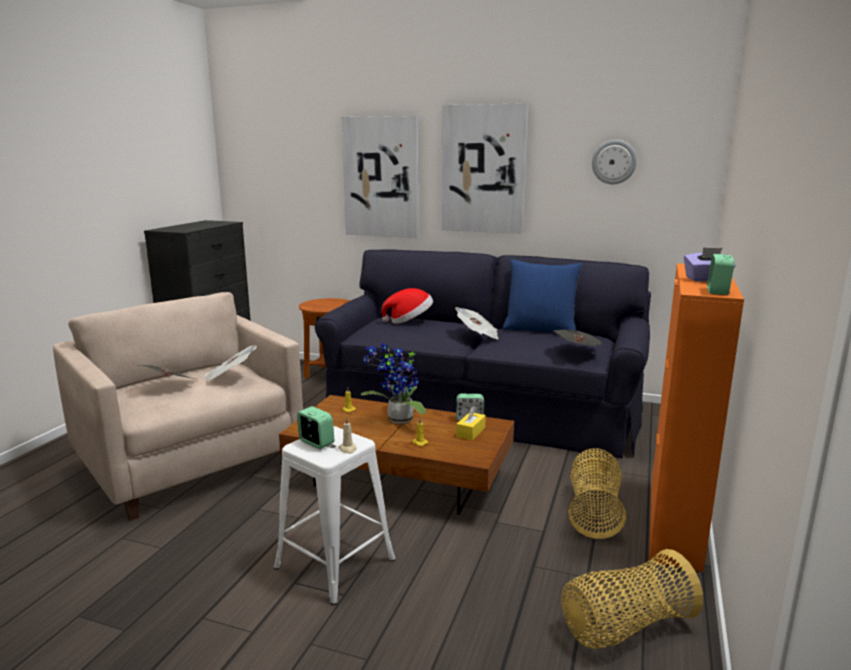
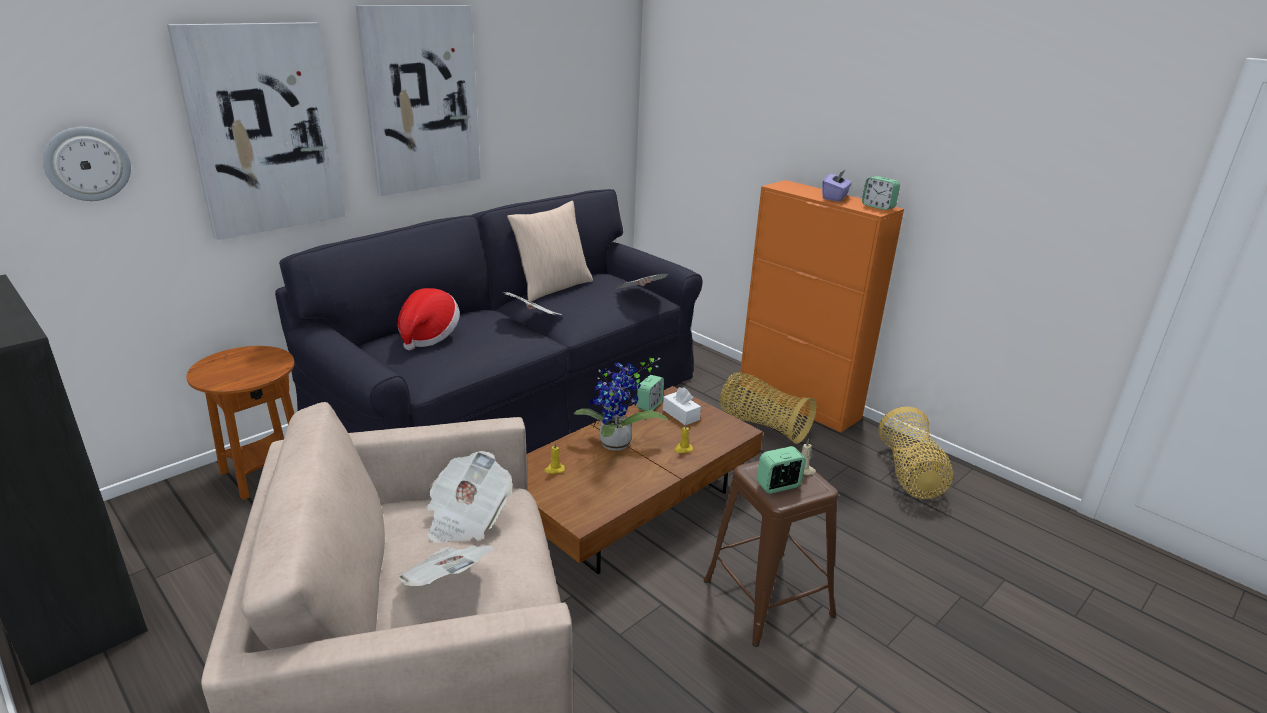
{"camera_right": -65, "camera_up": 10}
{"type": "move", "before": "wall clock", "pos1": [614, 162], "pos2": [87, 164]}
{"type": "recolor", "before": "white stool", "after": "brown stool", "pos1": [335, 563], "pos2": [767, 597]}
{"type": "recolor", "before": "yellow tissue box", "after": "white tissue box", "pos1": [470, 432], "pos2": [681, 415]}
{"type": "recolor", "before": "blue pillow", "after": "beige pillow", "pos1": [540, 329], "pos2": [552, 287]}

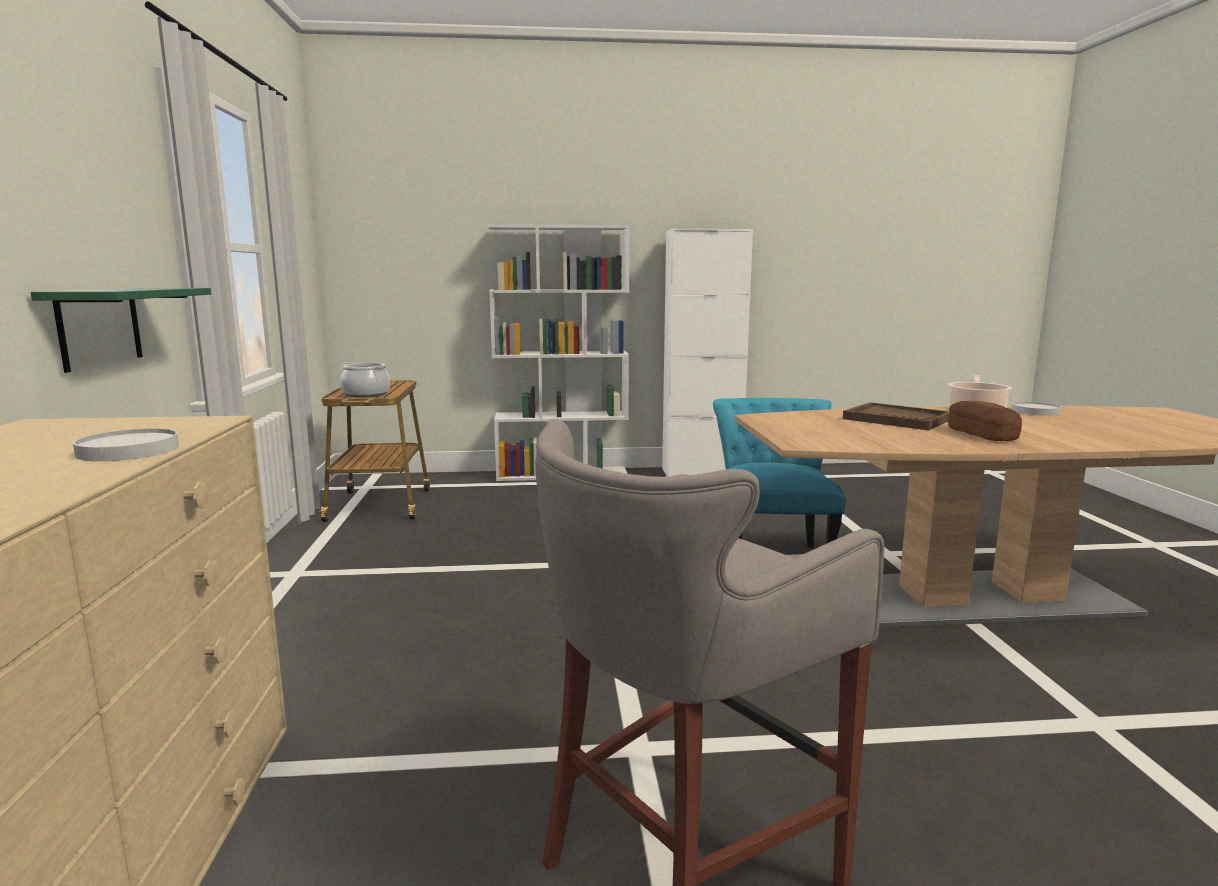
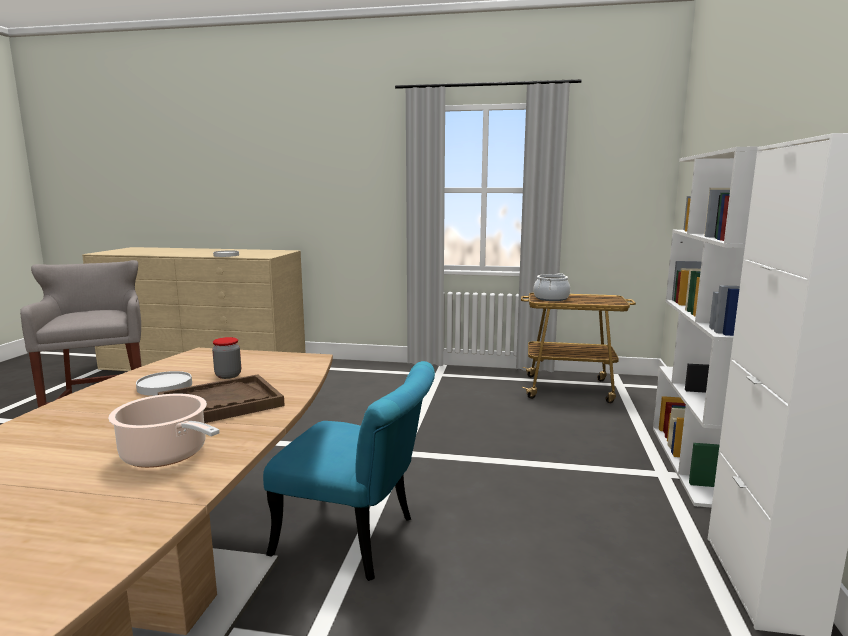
{"camera_right": 105, "camera_up": 0}
{"type": "delete", "before": "green shelf", "pos1": [99, 327]}
{"type": "delete", "before": "bread", "pos1": [981, 435]}
{"type": "insert", "after": "jar", "pos2": [228, 375]}
{"type": "move", "before": "white plate", "pos1": [1035, 411], "pos2": [164, 386]}

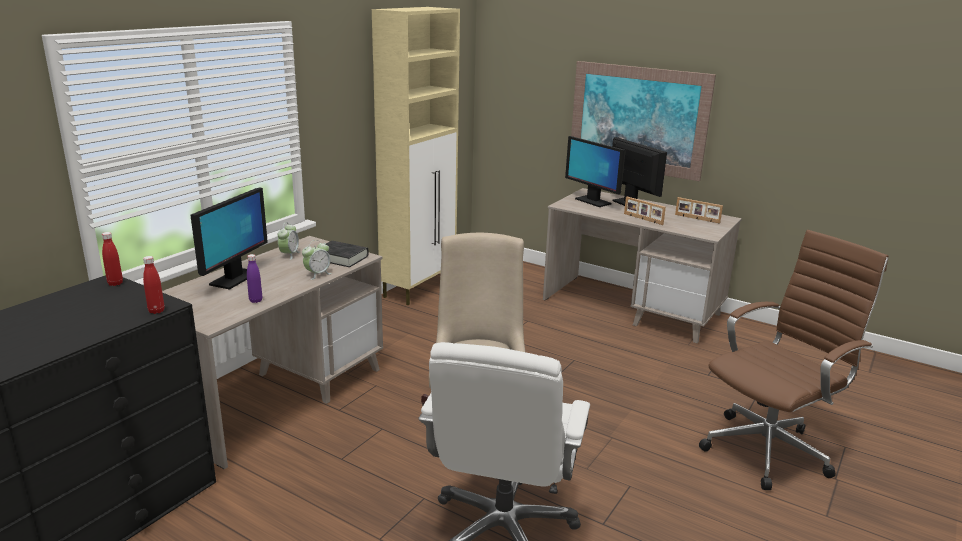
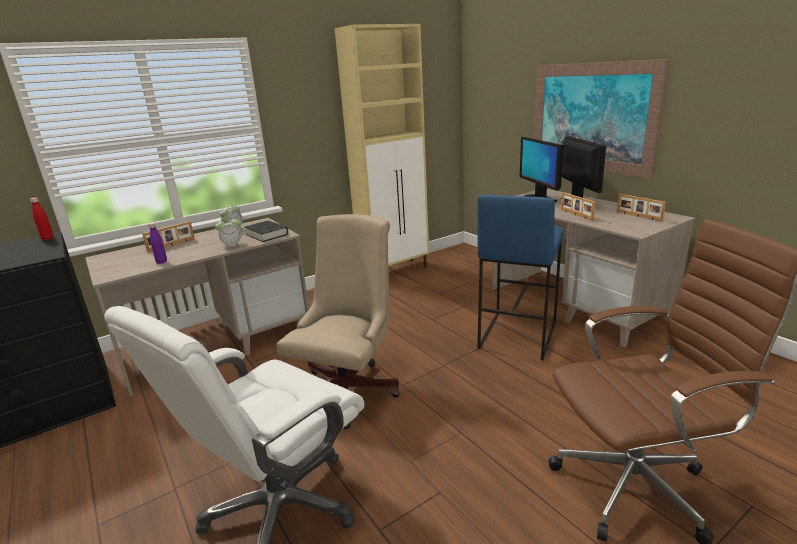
{"camera_right": 25, "camera_up": 0}
{"type": "delete", "before": "red bottle", "pos1": [156, 311]}
{"type": "insert", "after": "blue stool", "pos2": [517, 334]}
{"type": "replace", "before": "monitor", "after": "picture frame", "pos1": [234, 279], "pos2": [172, 245]}

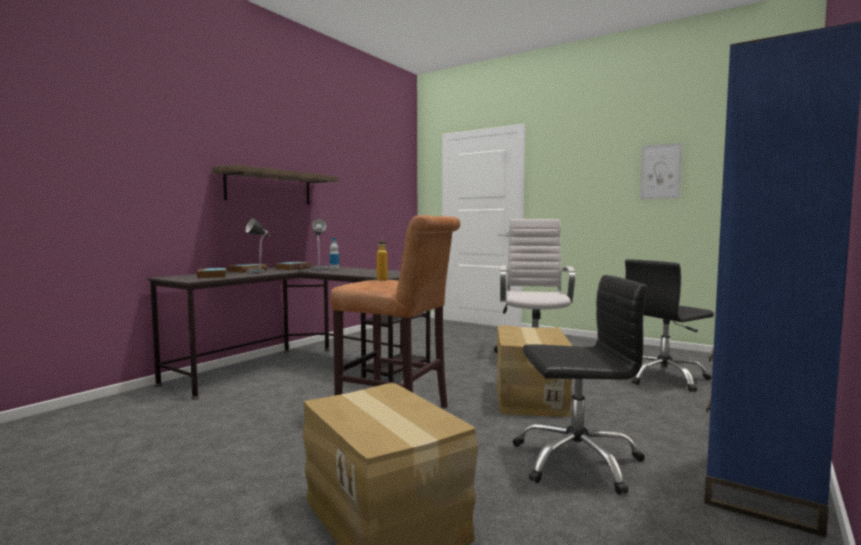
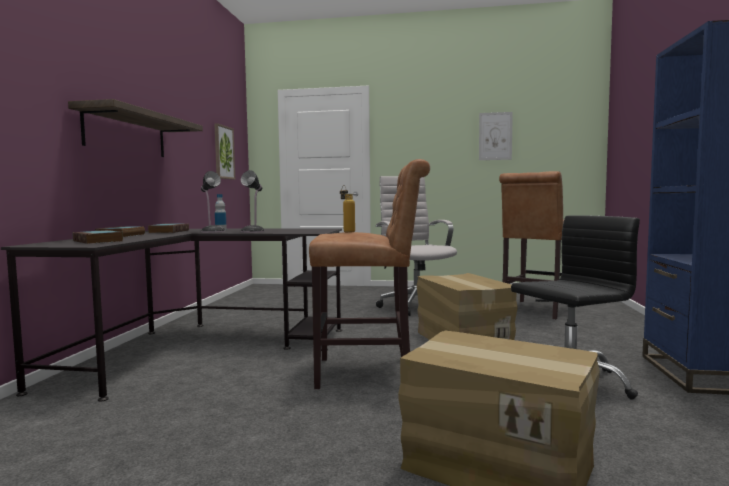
{"camera_right": -25, "camera_up": 0}
{"type": "insert", "after": "picture", "pos2": [223, 152]}
{"type": "move", "before": "table lamp", "pos1": [257, 274], "pos2": [254, 231]}
{"type": "replace", "before": "black office chair", "after": "brown stool", "pos1": [663, 378], "pos2": [535, 311]}

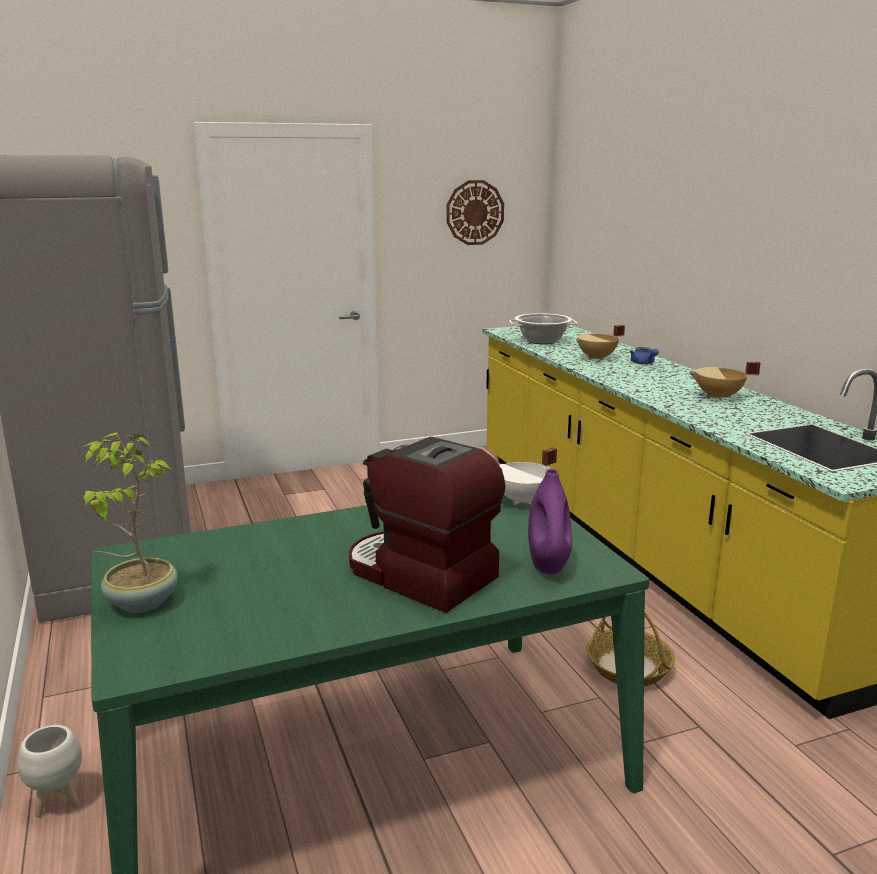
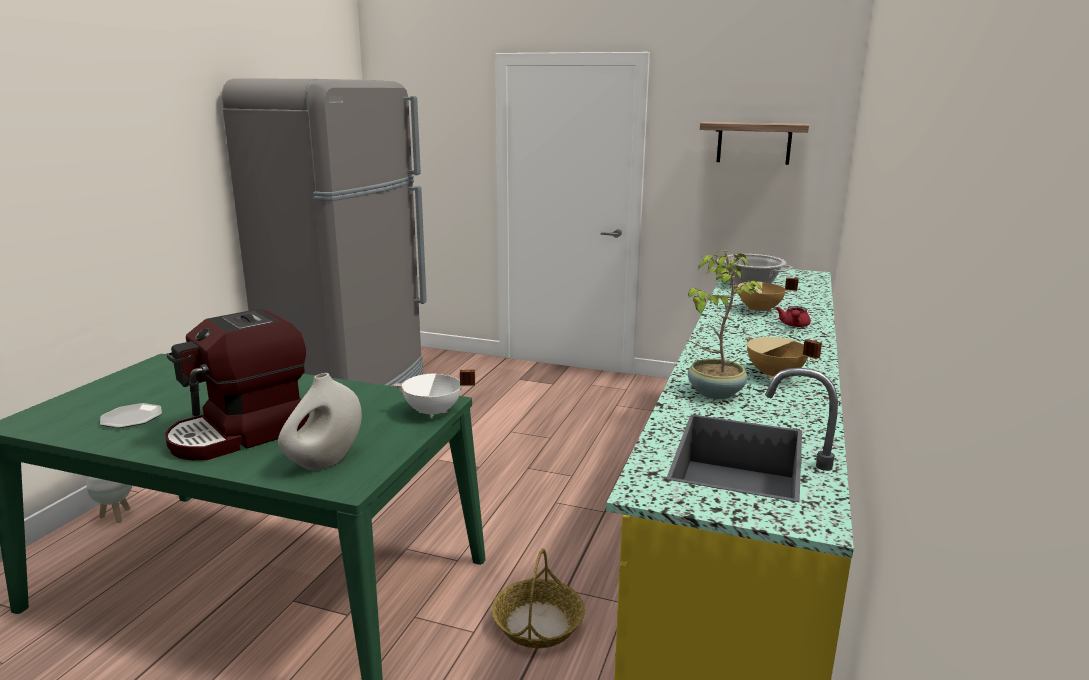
{"camera_right": 40, "camera_up": 0}
{"type": "insert", "after": "plate", "pos2": [131, 418]}
{"type": "move", "before": "potted plant", "pos1": [140, 602], "pos2": [714, 392]}
{"type": "replace", "before": "wall clock", "after": "shelf", "pos1": [474, 212], "pos2": [754, 143]}
{"type": "recolor", "before": "purple vase", "after": "white vase", "pos1": [548, 564], "pos2": [325, 462]}
{"type": "recolor", "before": "blue teapot", "after": "red teapot", "pos1": [643, 363], "pos2": [793, 325]}
{"type": "rotate", "before": "coffee machine", "pos1": [419, 575], "pos2": [242, 434], "turn": -120}

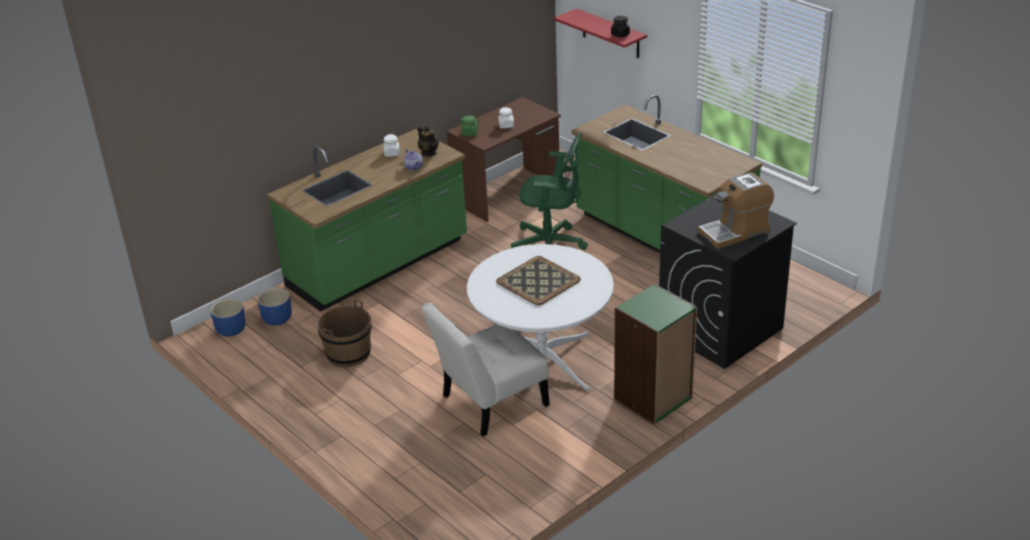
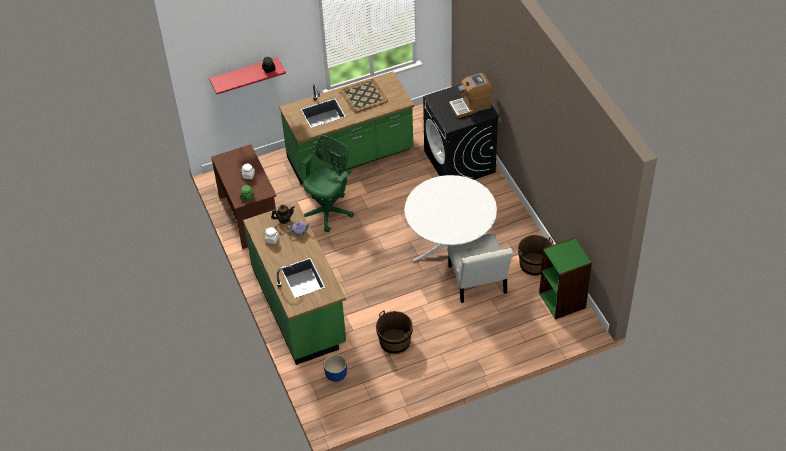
{"camera_right": -70, "camera_up": 15}
{"type": "delete", "before": "blue planter", "pos1": [231, 330]}
{"type": "insert", "after": "brown bucket", "pos2": [534, 265]}
{"type": "move", "before": "tray", "pos1": [538, 280], "pos2": [363, 96]}
{"type": "move", "before": "green bookcase", "pos1": [653, 398], "pos2": [563, 300]}
{"type": "rotate", "before": "coffee machine", "pos1": [735, 232], "pos2": [471, 106], "turn": 75}

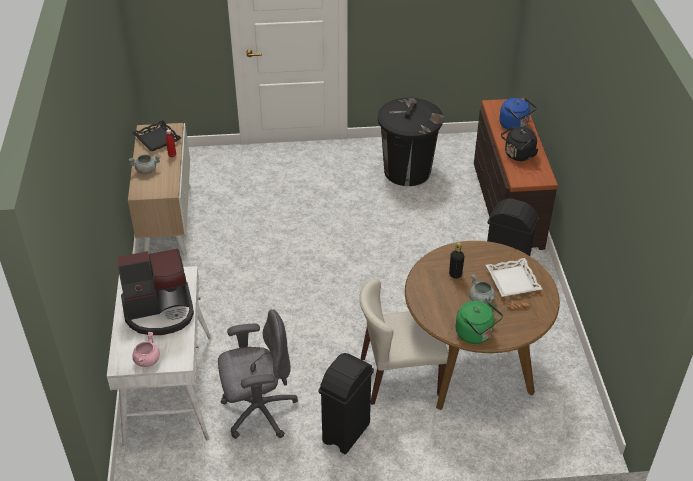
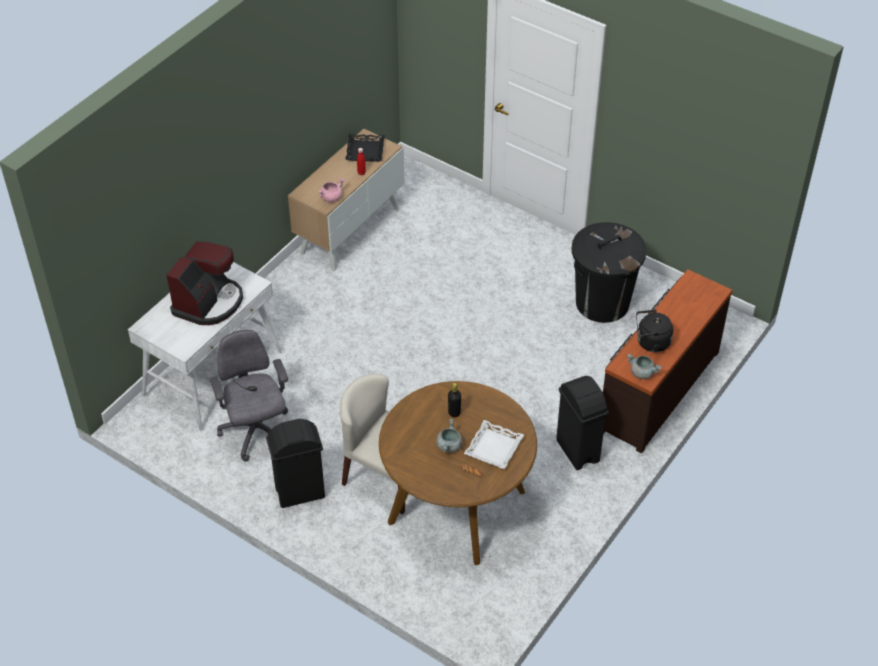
{"camera_right": 40, "camera_up": 5}
{"type": "delete", "before": "green kettle", "pos1": [476, 334]}
{"type": "delete", "before": "blue kettle", "pos1": [515, 125]}
{"type": "move", "before": "grey cooking pot", "pos1": [146, 170], "pos2": [642, 373]}
{"type": "move", "before": "pink cooking pot", "pos1": [147, 360], "pos2": [331, 197]}
{"type": "rotate", "before": "coffee machine", "pos1": [159, 311], "pos2": [209, 302], "turn": -90}
{"type": "rotate", "before": "grey office chair", "pos1": [258, 411], "pos2": [256, 432], "turn": -135}

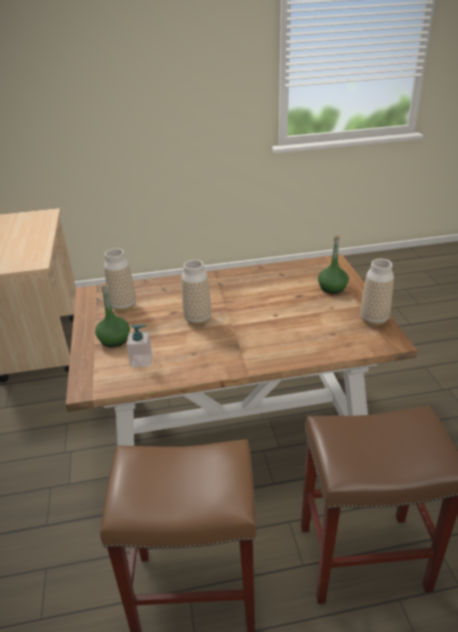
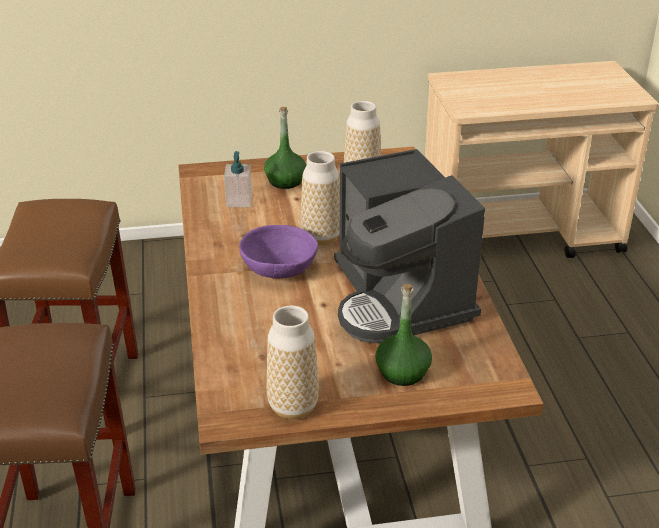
{"camera_right": 90, "camera_up": 0}
{"type": "insert", "after": "purple bowl", "pos2": [278, 268]}
{"type": "insert", "after": "coffee machine", "pos2": [400, 298]}

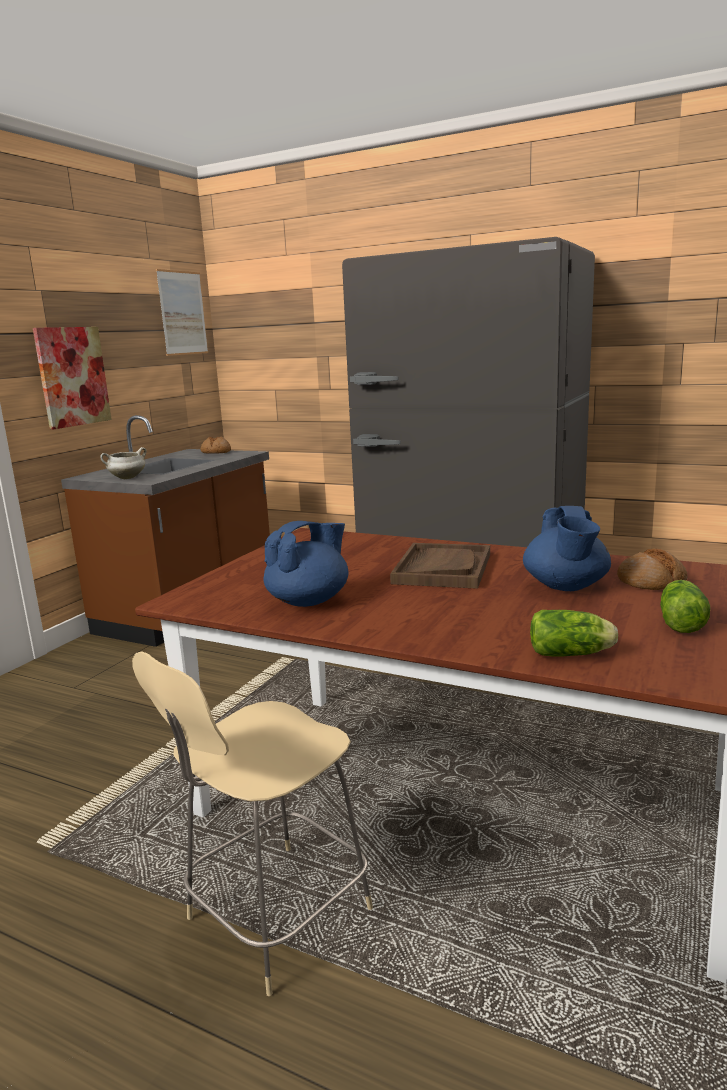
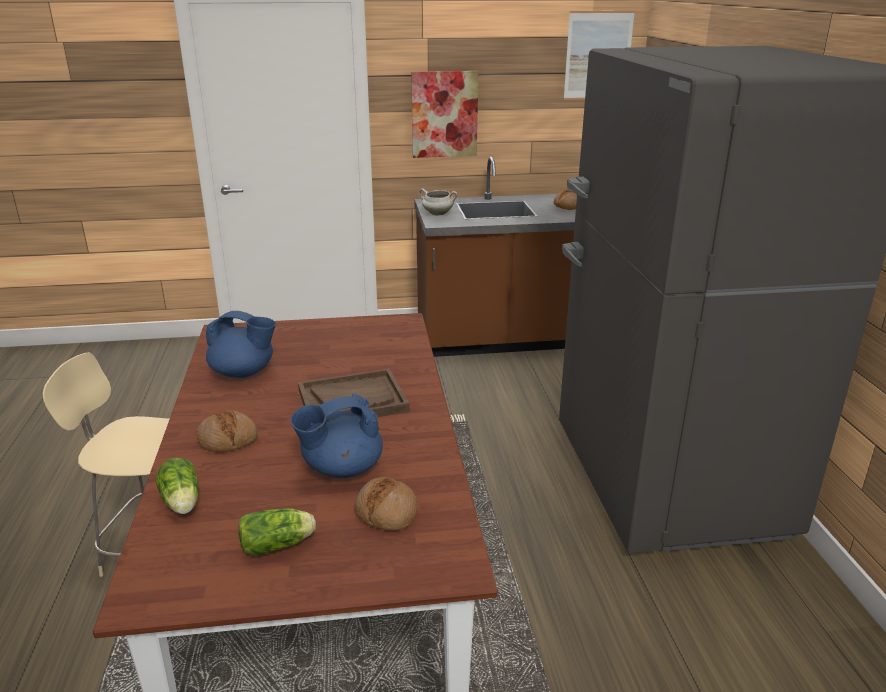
{"camera_right": 55, "camera_up": 10}
{"type": "insert", "after": "bread", "pos2": [228, 439]}

